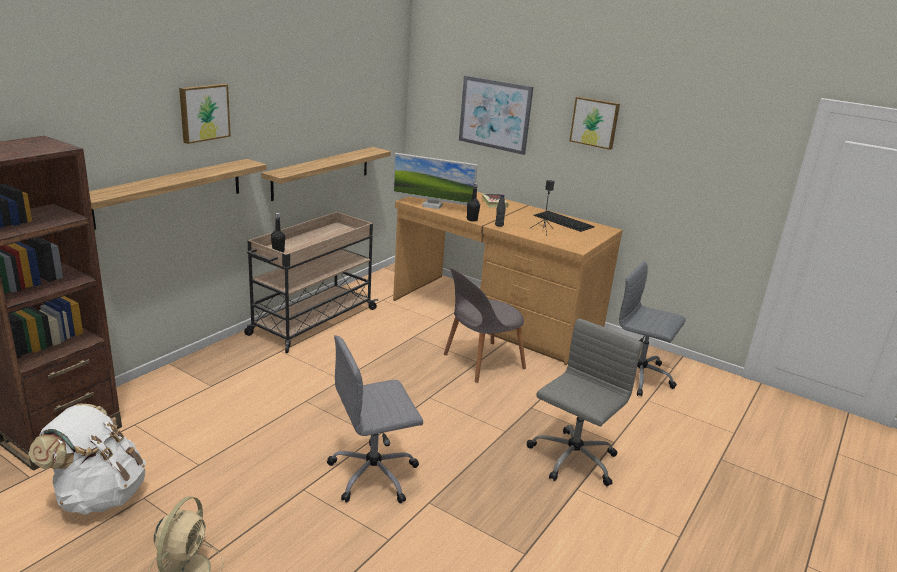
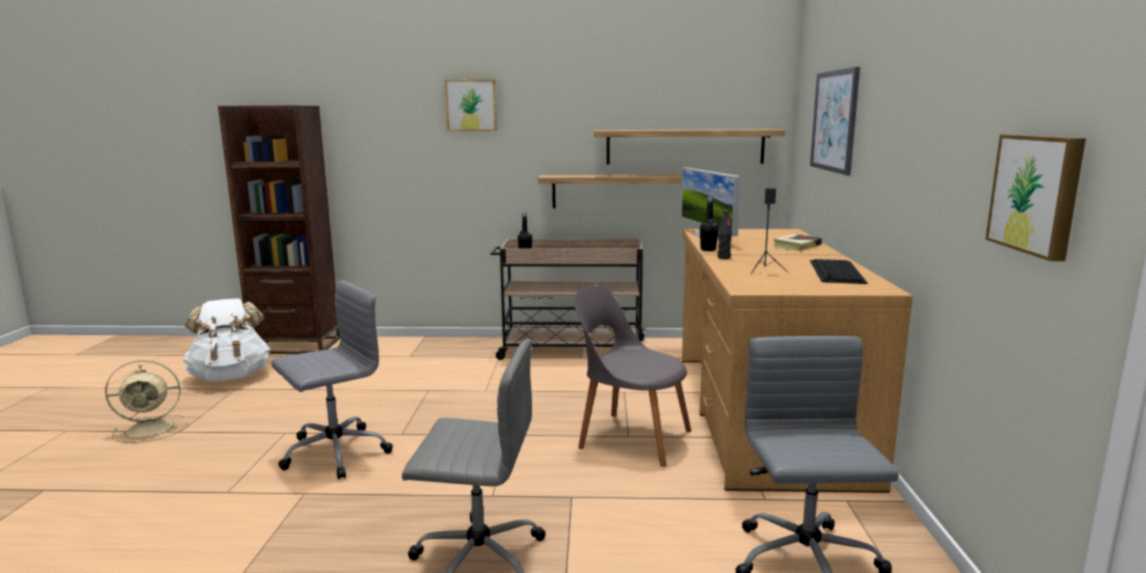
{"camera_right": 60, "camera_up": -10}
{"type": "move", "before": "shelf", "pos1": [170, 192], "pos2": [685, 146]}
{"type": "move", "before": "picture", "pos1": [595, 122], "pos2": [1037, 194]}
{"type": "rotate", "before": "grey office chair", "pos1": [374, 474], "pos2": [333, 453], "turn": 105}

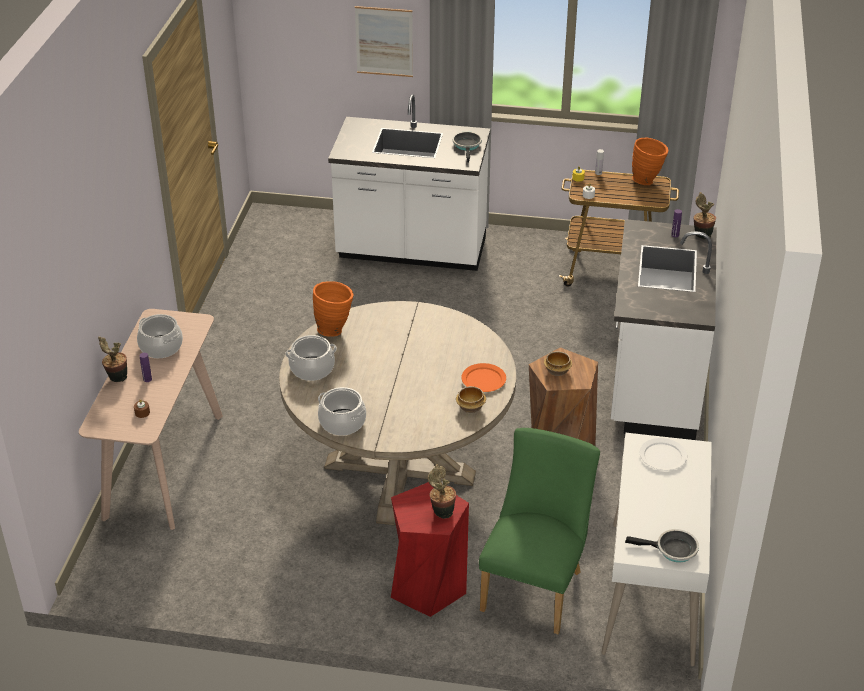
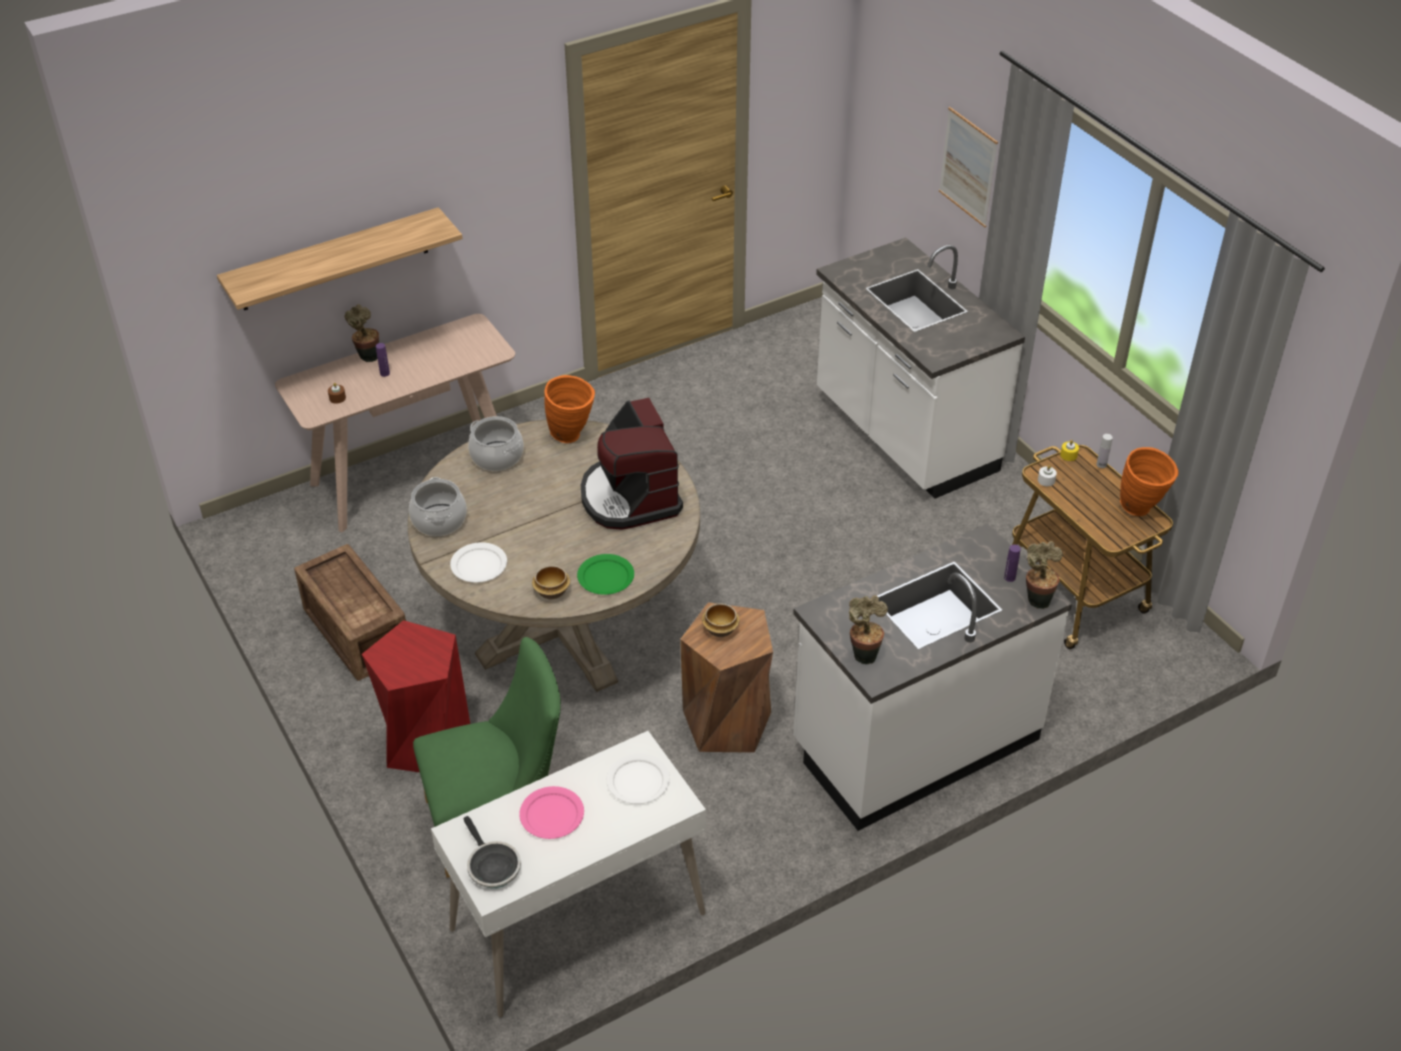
{"camera_right": 50, "camera_up": 5}
{"type": "delete", "before": "cooking pot", "pos1": [161, 347]}
{"type": "delete", "before": "frying pan", "pos1": [467, 146]}
{"type": "insert", "after": "shelf", "pos2": [334, 260]}
{"type": "insert", "after": "crate", "pos2": [358, 630]}
{"type": "insert", "after": "white plate", "pos2": [478, 565]}
{"type": "insert", "after": "pink plate", "pos2": [552, 815]}
{"type": "insert", "after": "coffee machine", "pos2": [629, 497]}
{"type": "move", "before": "potted plant", "pos1": [441, 512], "pos2": [864, 653]}
{"type": "recolor", "before": "orange plate", "after": "green plate", "pos1": [483, 380], "pos2": [605, 576]}

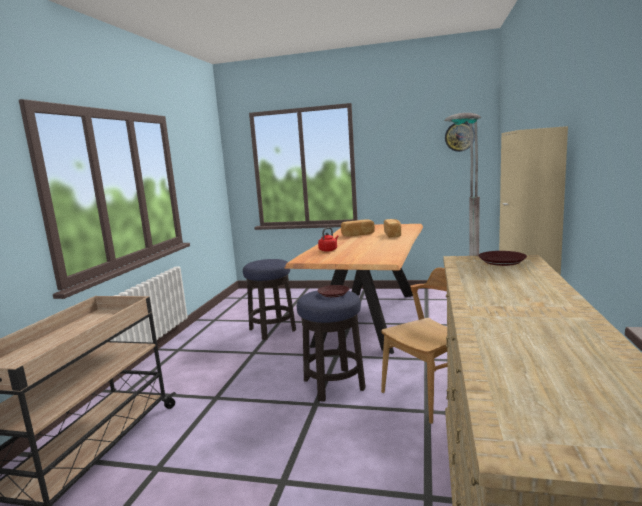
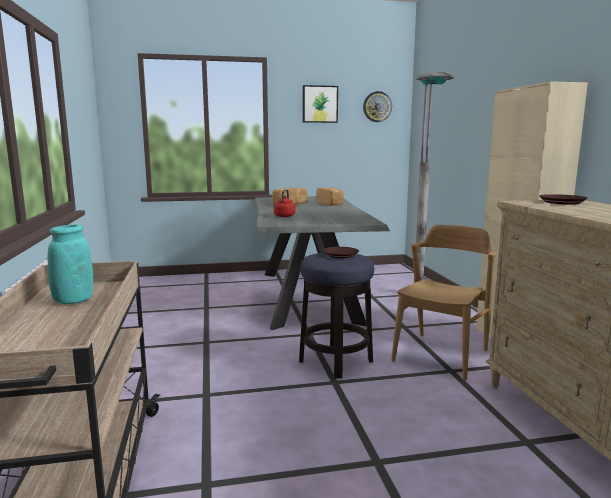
{"camera_right": -25, "camera_up": 0}
{"type": "delete", "before": "stool", "pos1": [272, 330]}
{"type": "insert", "after": "turquoise vase", "pos2": [73, 301]}
{"type": "insert", "after": "picture", "pos2": [319, 104]}
{"type": "recolor", "before": "brown dining table", "after": "grey dining table", "pos1": [369, 318], "pos2": [308, 296]}

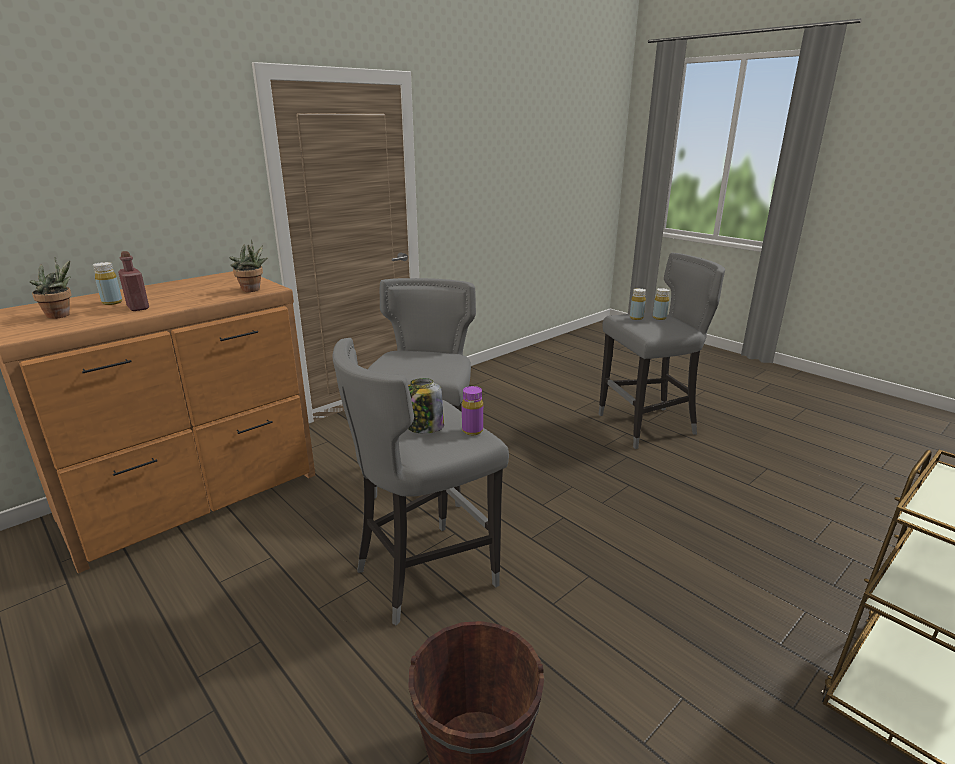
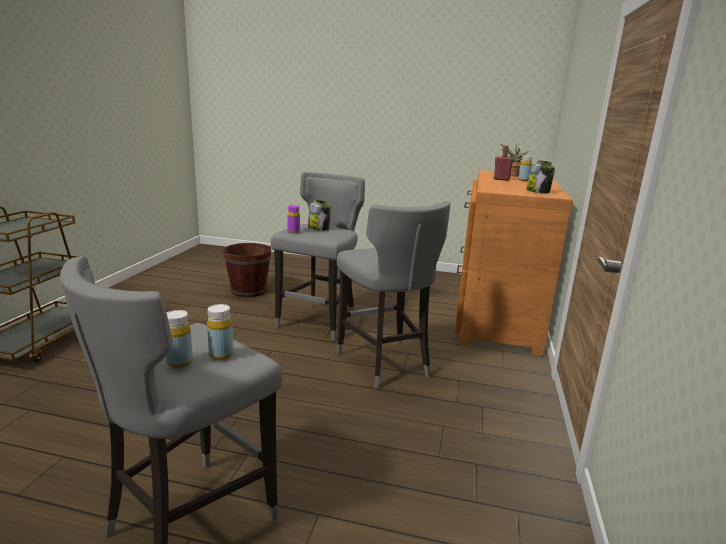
{"camera_right": 145, "camera_up": -5}
{"type": "delete", "before": "potted plant", "pos1": [253, 290]}
{"type": "insert", "after": "jar", "pos2": [538, 191]}

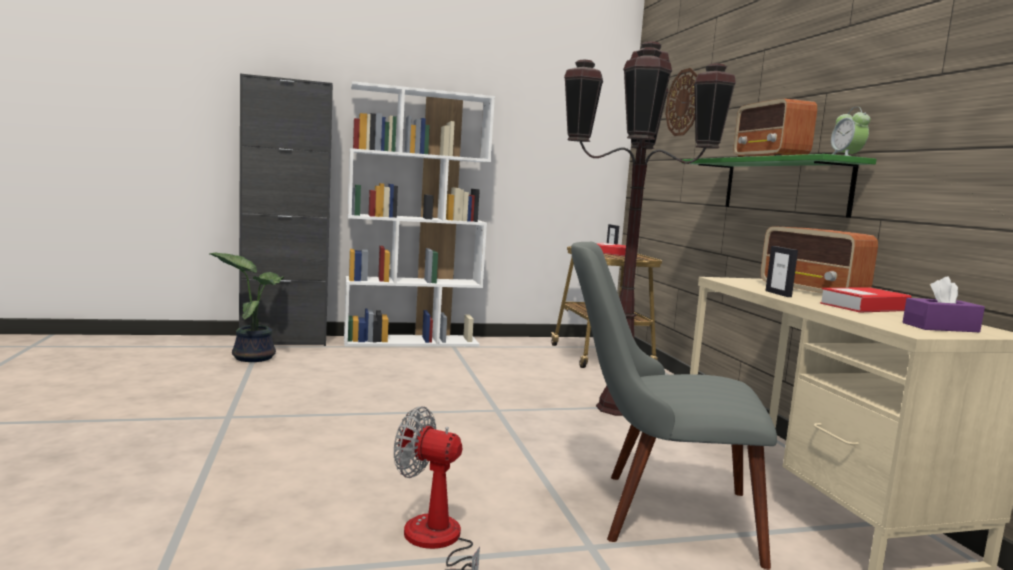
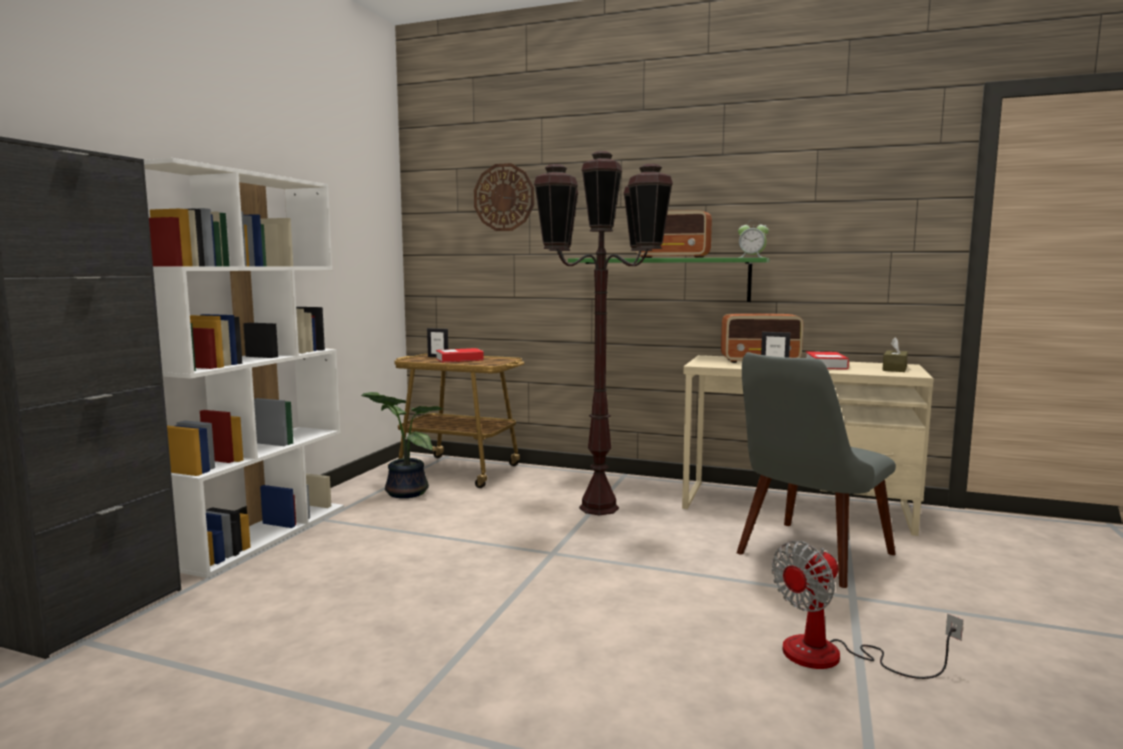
{"camera_right": -55, "camera_up": 0}
{"type": "move", "before": "potted plant", "pos1": [253, 357], "pos2": [403, 492]}
{"type": "recolor", "before": "purple tissue box", "after": "brown tissue box", "pos1": [940, 327], "pos2": [894, 369]}

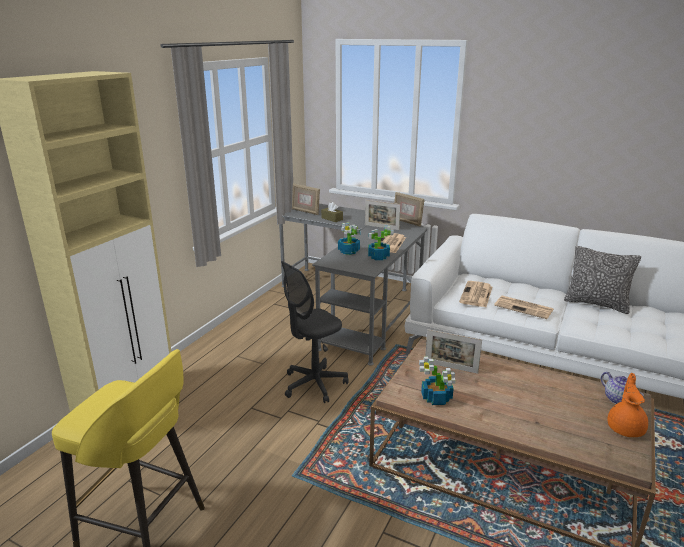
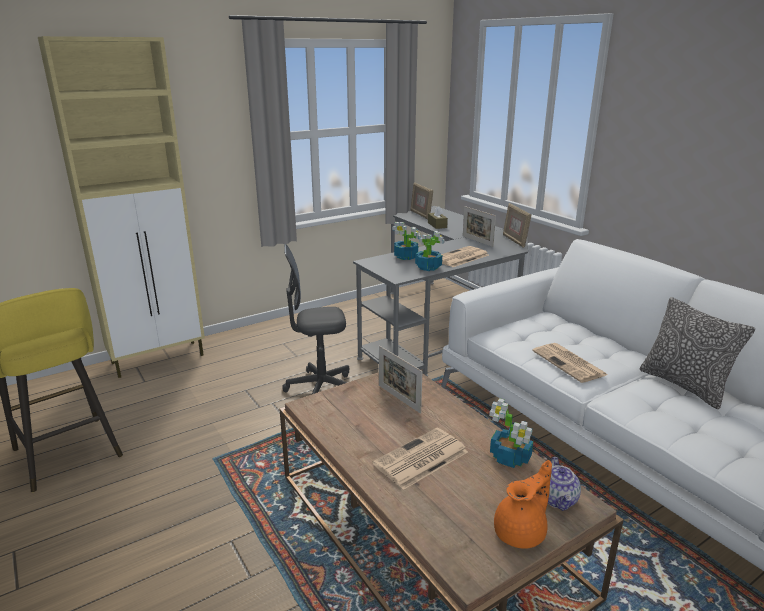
{"camera_right": 30, "camera_up": 0}
{"type": "move", "before": "potted plant", "pos1": [437, 398], "pos2": [510, 458]}
{"type": "move", "before": "newspaper", "pos1": [476, 295], "pos2": [420, 459]}

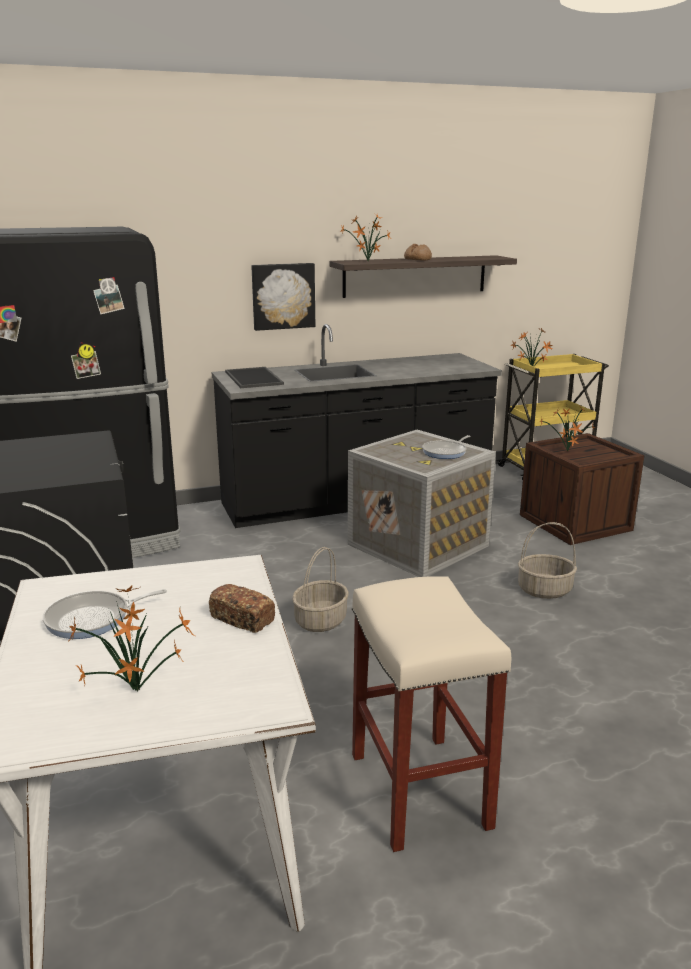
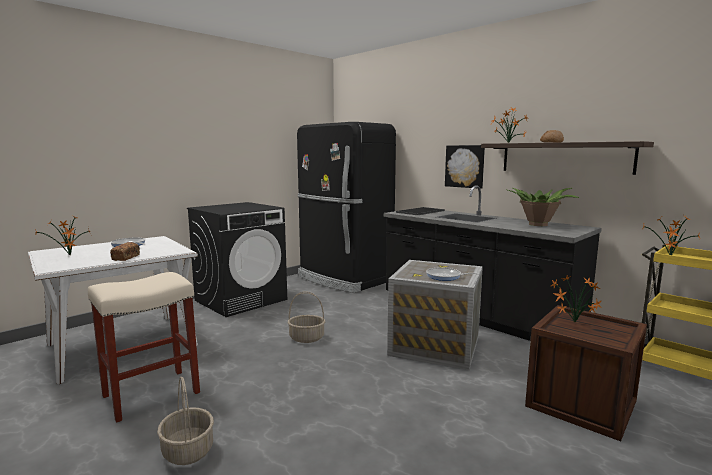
{"camera_right": 65, "camera_up": -10}
{"type": "insert", "after": "potted plant", "pos2": [539, 224]}
{"type": "move", "before": "basket", "pos1": [544, 590], "pos2": [187, 450]}

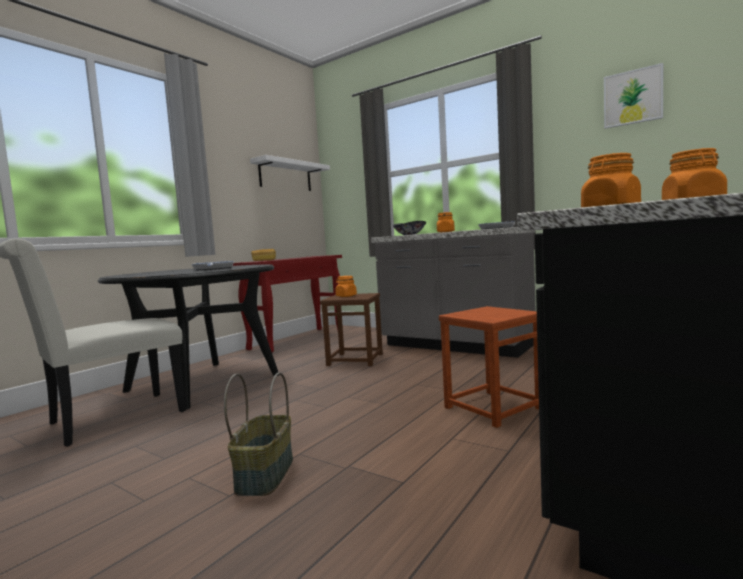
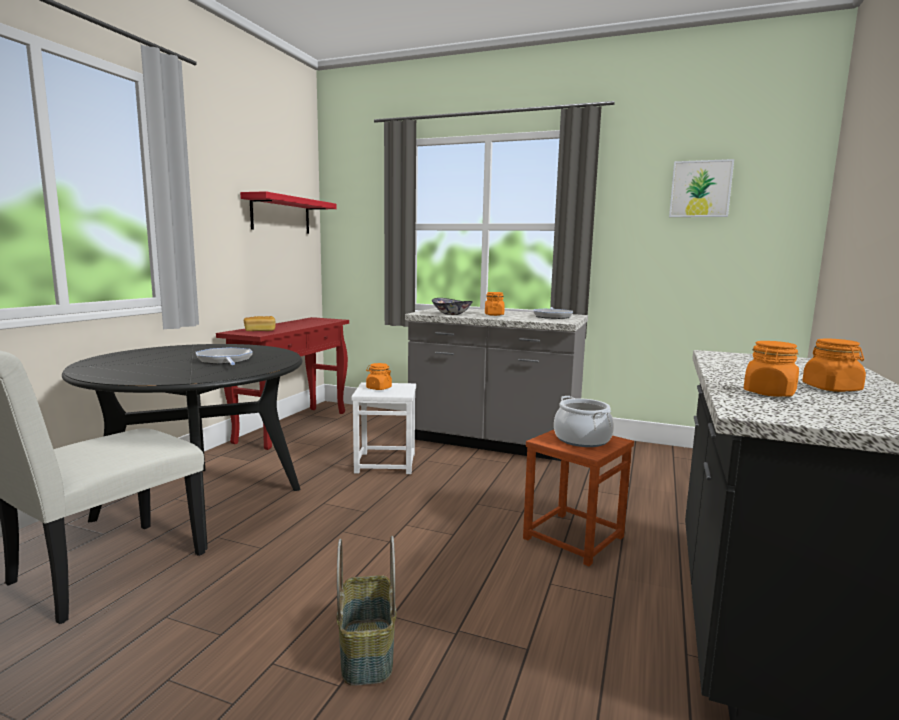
{"camera_right": -15, "camera_up": 5}
{"type": "insert", "after": "cooking pot", "pos2": [582, 439]}
{"type": "recolor", "before": "white shelf", "after": "red shelf", "pos1": [285, 176], "pos2": [281, 215]}
{"type": "recolor", "before": "brown stool", "after": "white stool", "pos1": [355, 359], "pos2": [385, 463]}

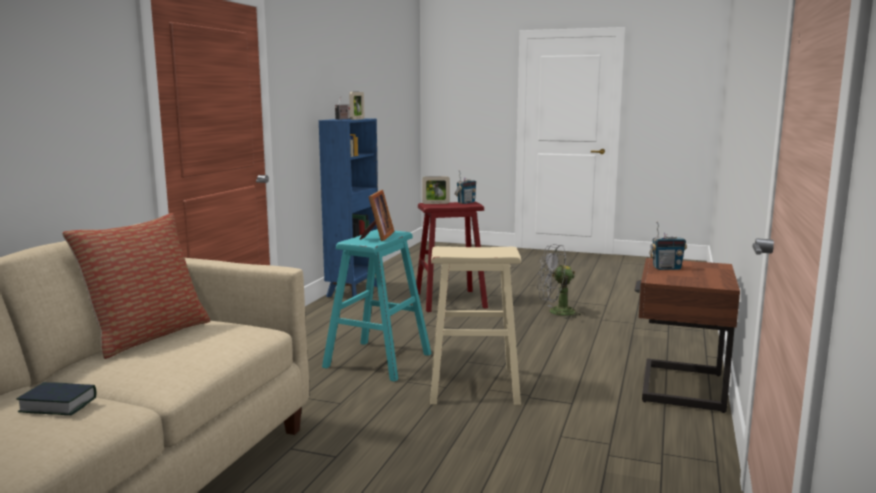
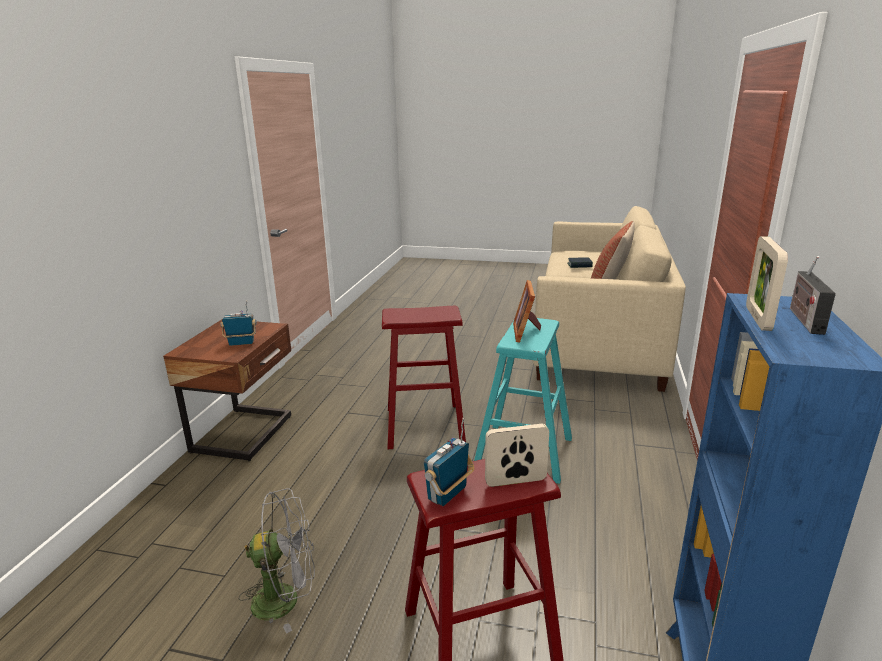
{"camera_right": 175, "camera_up": 10}
{"type": "recolor", "before": "beige stool", "after": "red stool", "pos1": [473, 385], "pos2": [425, 425]}

